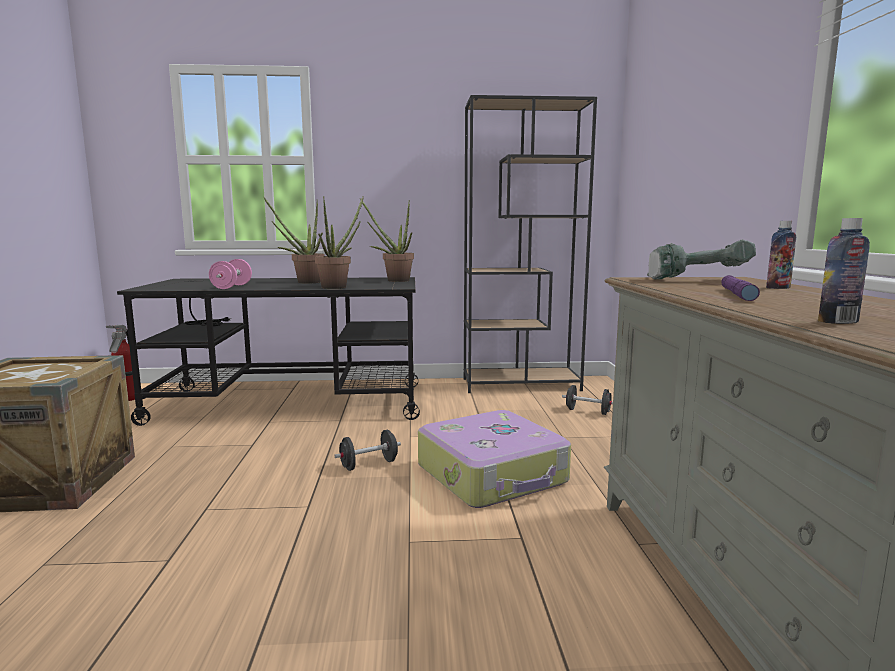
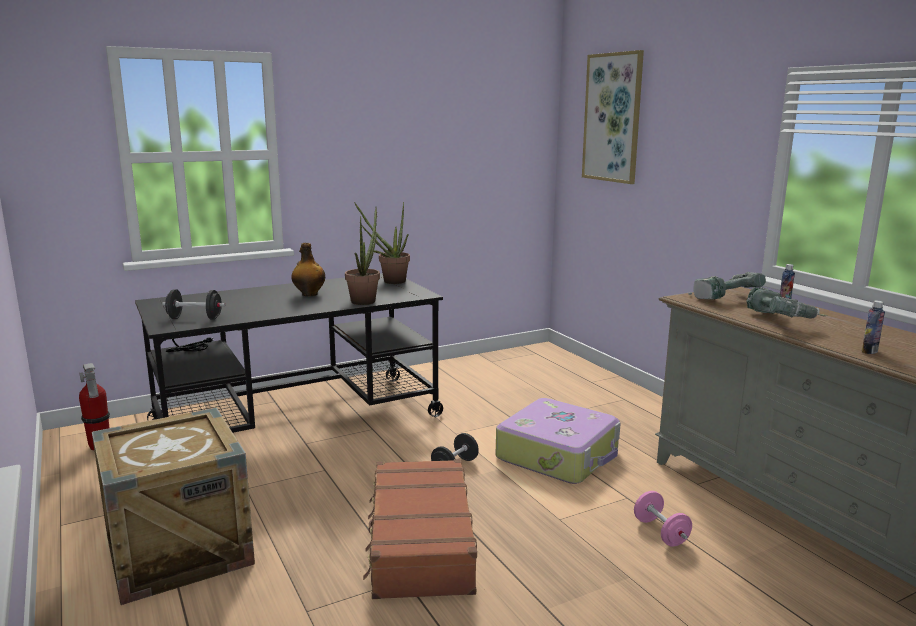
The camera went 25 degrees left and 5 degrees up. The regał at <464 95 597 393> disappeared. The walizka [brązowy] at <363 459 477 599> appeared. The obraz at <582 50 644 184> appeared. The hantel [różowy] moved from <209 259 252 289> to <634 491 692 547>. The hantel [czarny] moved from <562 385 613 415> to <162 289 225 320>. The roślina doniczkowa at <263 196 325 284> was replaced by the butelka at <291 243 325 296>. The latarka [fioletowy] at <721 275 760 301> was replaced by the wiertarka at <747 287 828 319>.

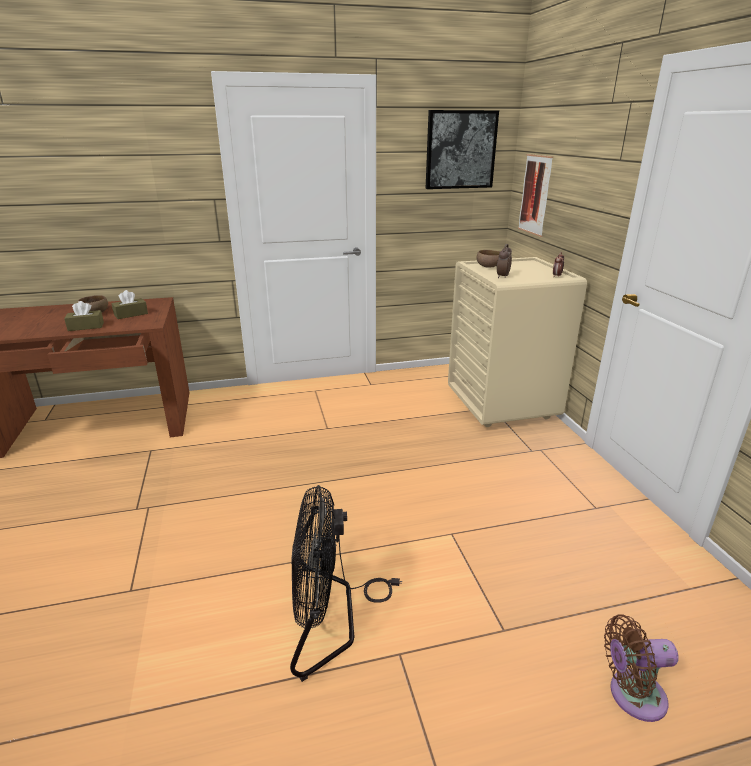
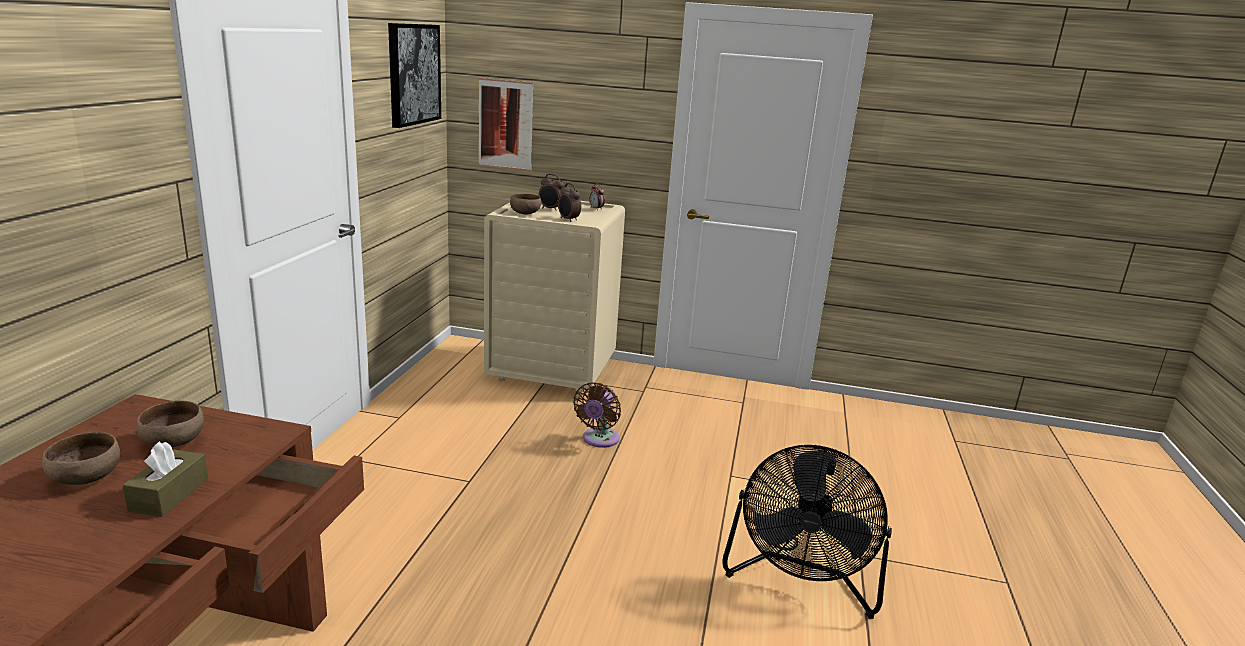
The camera went 65 degrees left and 5 degrees down. The budzik at <539 174 564 211> appeared. The wentylator [brązowy] moved from <604 614 679 722> to <573 382 621 448>. The pudełko chusteczek [brązowy] at <111 290 148 319> was replaced by the miska [brązowy] at <136 401 204 447>.

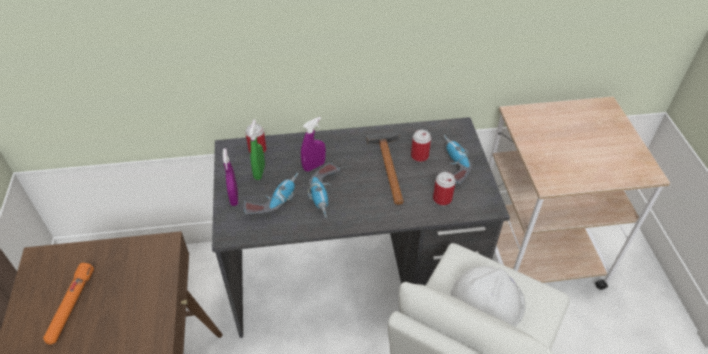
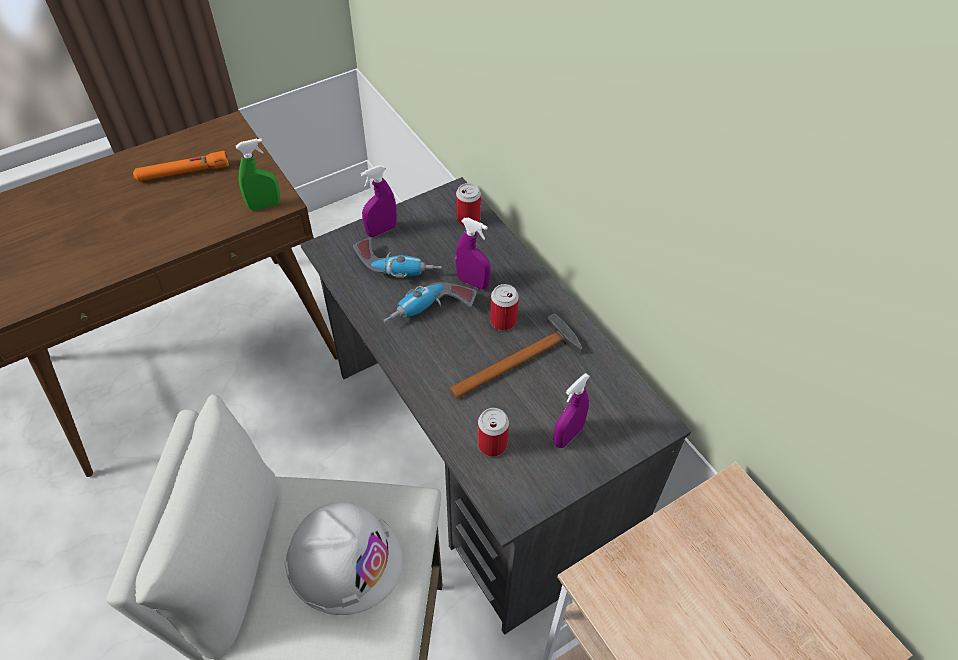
The camera went 65 degrees right and 5 degrees up. The spryskiwacz [zielony] moved from <249 120 265 180> to <236 138 280 211>. The puszka moved from <411 130 431 162> to <490 284 519 330>. The wiertarka at <443 135 472 185> was replaced by the spryskiwacz [fioletowy] at <553 373 590 448>.

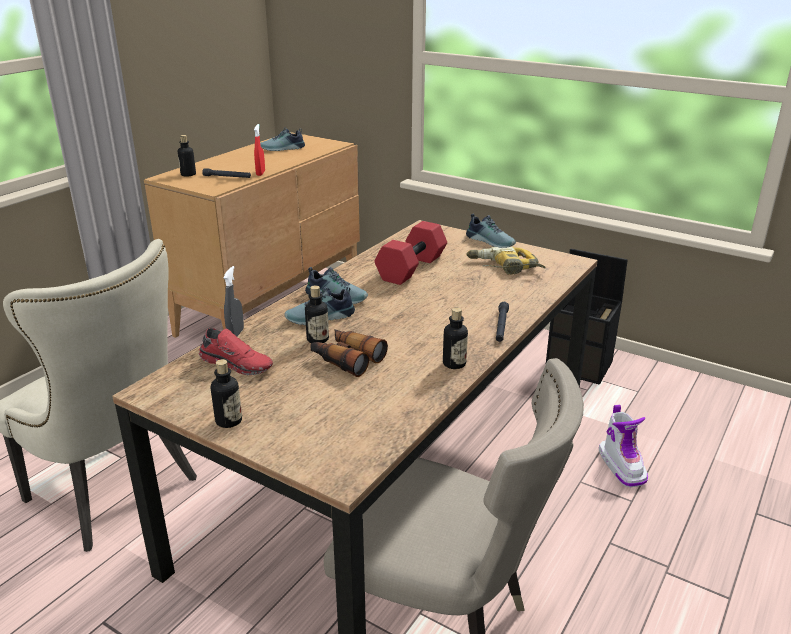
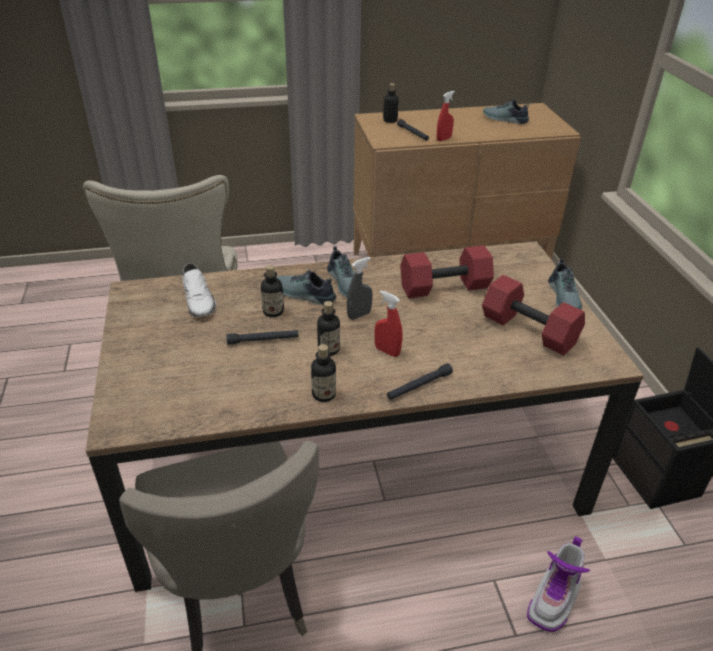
The camera went 45 degrees right and 10 degrees up. The spryskiwacz [czerwony] at <374 290 403 357> appeared. The butelka moved from <211 359 242 428> to <317 301 340 356>. The spryskiwacz [szary] moved from <223 266 244 337> to <347 257 373 320>. The lornetka at <310 329 388 377> was replaced by the latarka [czarny] at <226 330 298 345>. The wiertarka at <466 247 546 274> was replaced by the hantel [czerwony] at <482 275 585 355>. The but [czerwony] at <199 328 273 375> became the but [biały] at <182 263 217 317>.

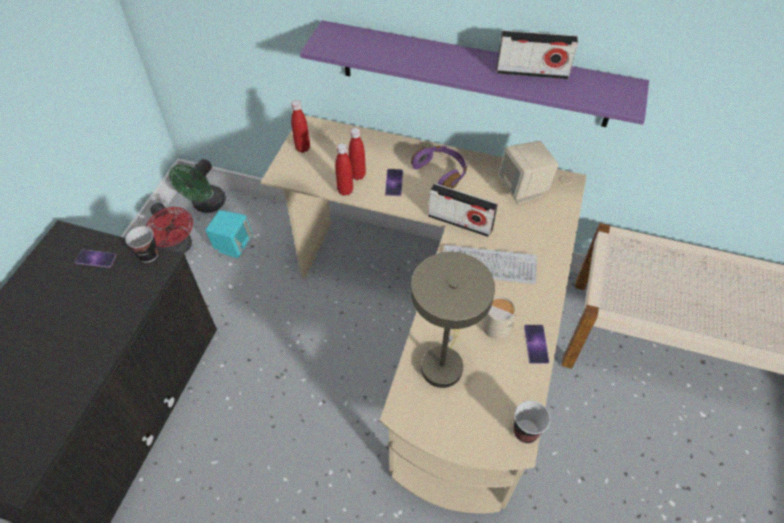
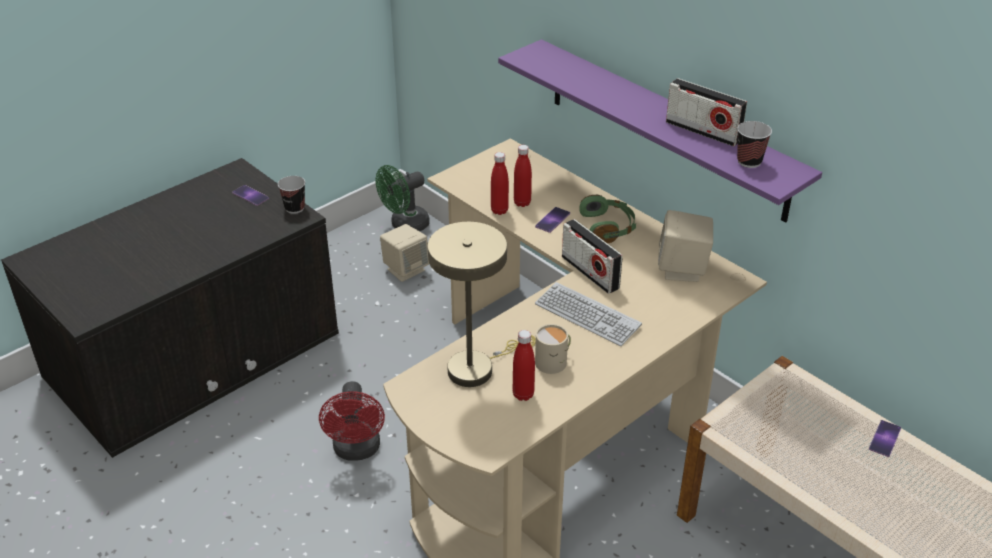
The camera went 30 degrees right and 15 degrees down. The wentylator [czerwony] moved from <146 203 193 253> to <319 381 385 461>. The butelka [czerwony] moved from <291 100 310 153> to <513 330 535 401>. The filiżanka moved from <514 401 550 443> to <737 121 772 168>. The telefon moved from <524 325 549 364> to <869 420 901 457>. The głośnik [turkusowy] at <205 210 253 258> became the głośnik [beżowy] at <380 224 429 282>. The słuchawki [fioletowy] at <411 146 468 189> became the słuchawki [zielony] at <579 195 636 244>.

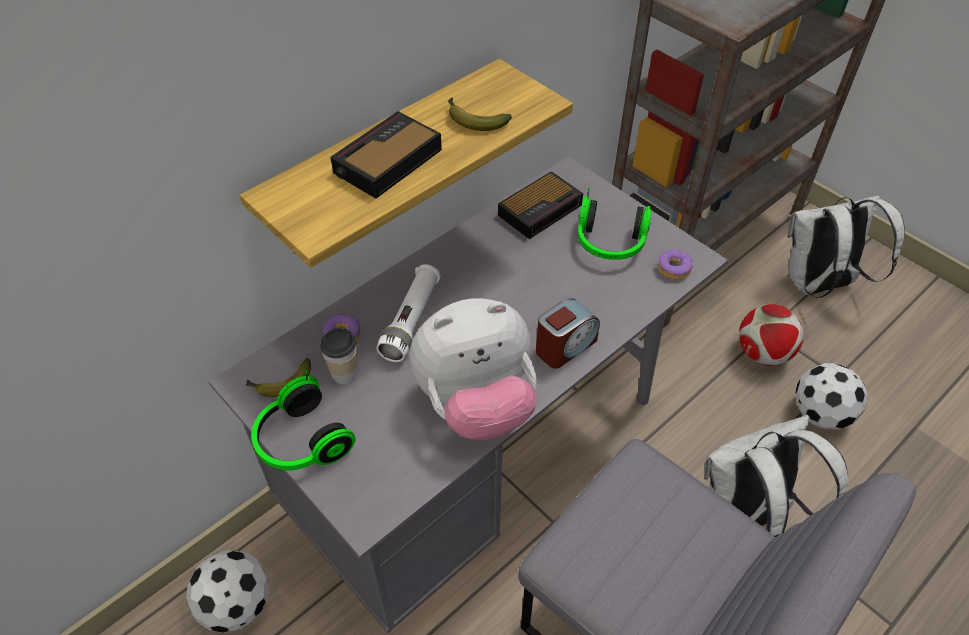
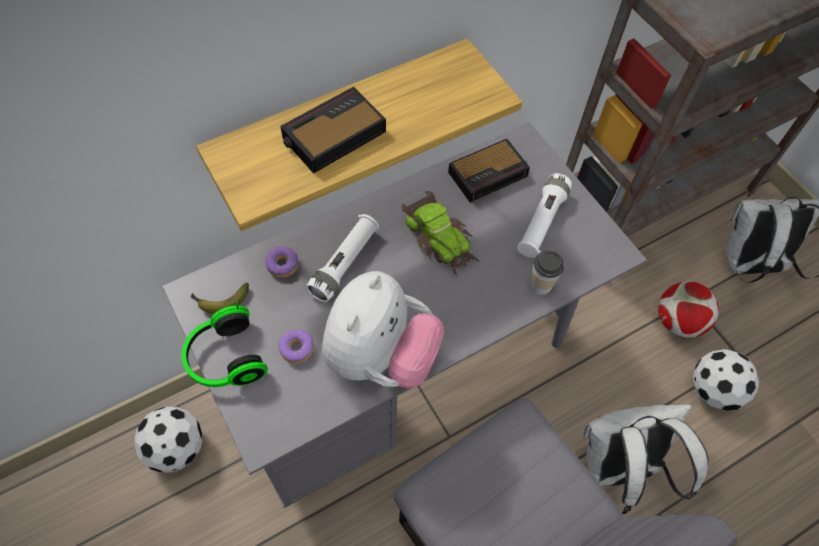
The camera went 10 degrees right and 10 degrees up. The banan at <448 98 512 131> disappeared. The budzik at <536 298 600 369> disappeared. The samochodzik at <401 191 481 276> appeared. The filiżanka moved from <320 328 357 384> to <530 250 564 295>. The donut moved from <658 249 693 279> to <279 329 314 364>. The słuchawki at <578 188 651 260> was replaced by the latarka [biały] at <517 173 572 258>. The pluszak at <409 298 537 440> turned 60 degrees counterclockwise.

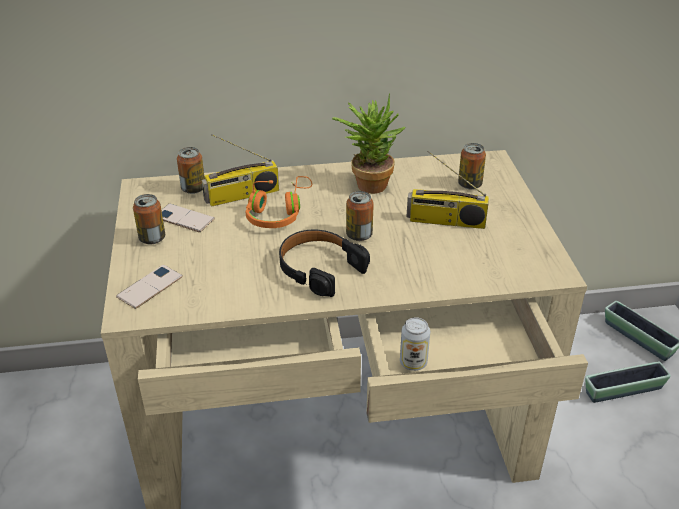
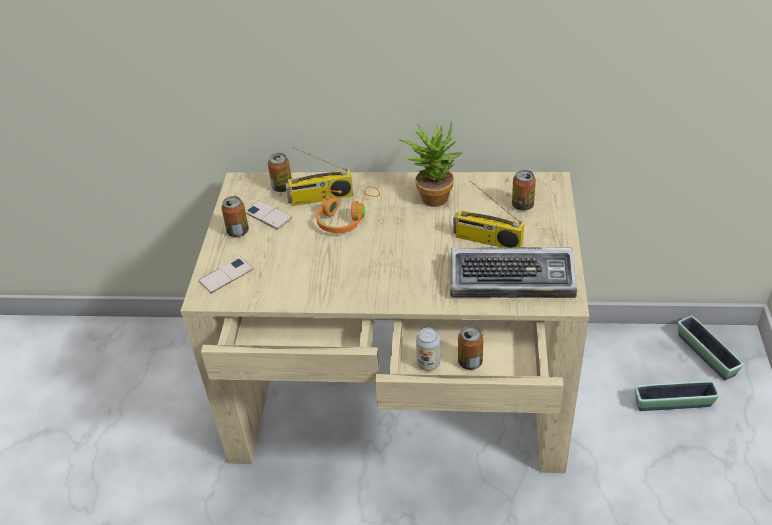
The camera went 15 degrees right and 5 degrees up. The słuchawki [czarny] at <279 229 370 297> disappeared. The klawiatura at <450 247 577 298> appeared. The puszka moved from <346 191 374 241> to <458 326 484 370>.

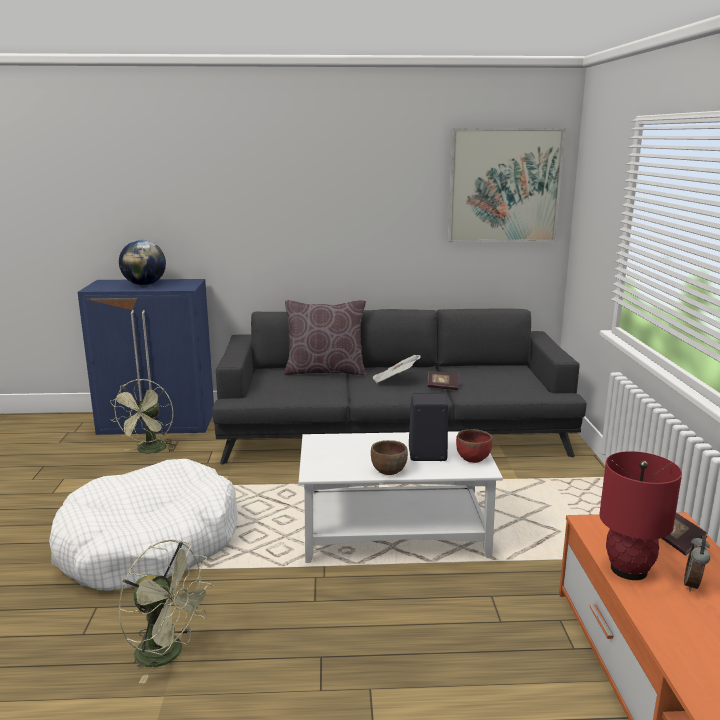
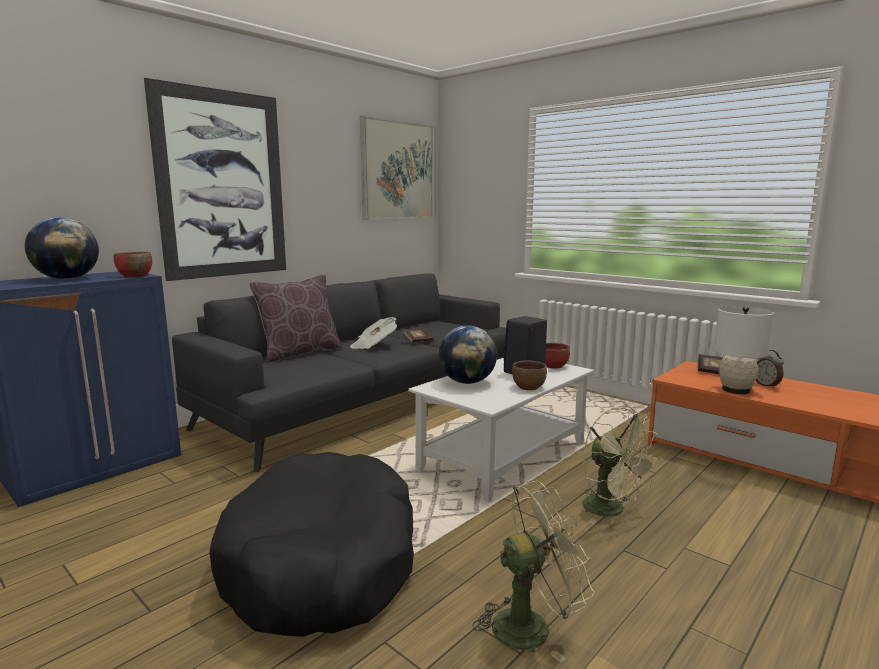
The camera went 45 degrees left and 5 degrees down. The miska [czerwony] at <114 252 152 277> appeared. The obraz at <144 78 286 281> appeared. The globus at <439 325 497 384> appeared. The wentylator [zielony] moved from <110 379 177 454> to <582 407 660 524>. The legowisko [biały] at <49 459 239 591> became the legowisko [czarny] at <209 452 414 637>. The lampa stołowa [czerwony] at <599 451 682 580> became the lampa stołowa [biały] at <714 306 774 394>.

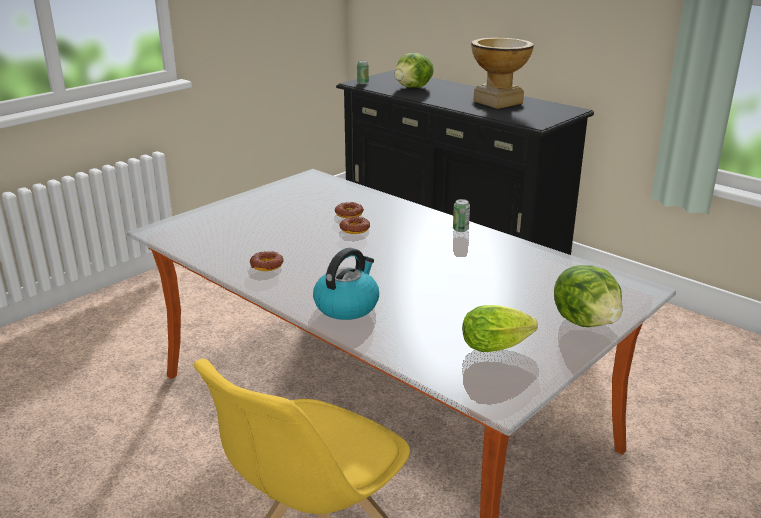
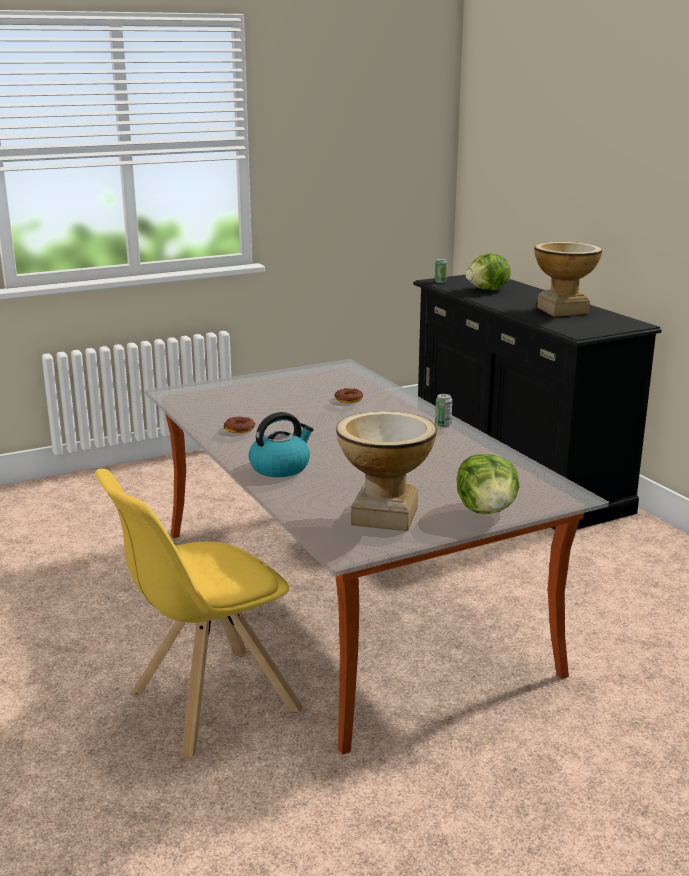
The camera went 20 degrees right and 5 degrees down. The donut at <340 217 370 234> disappeared. The sałata at <462 305 538 352> was replaced by the wazon at <336 411 437 531>.

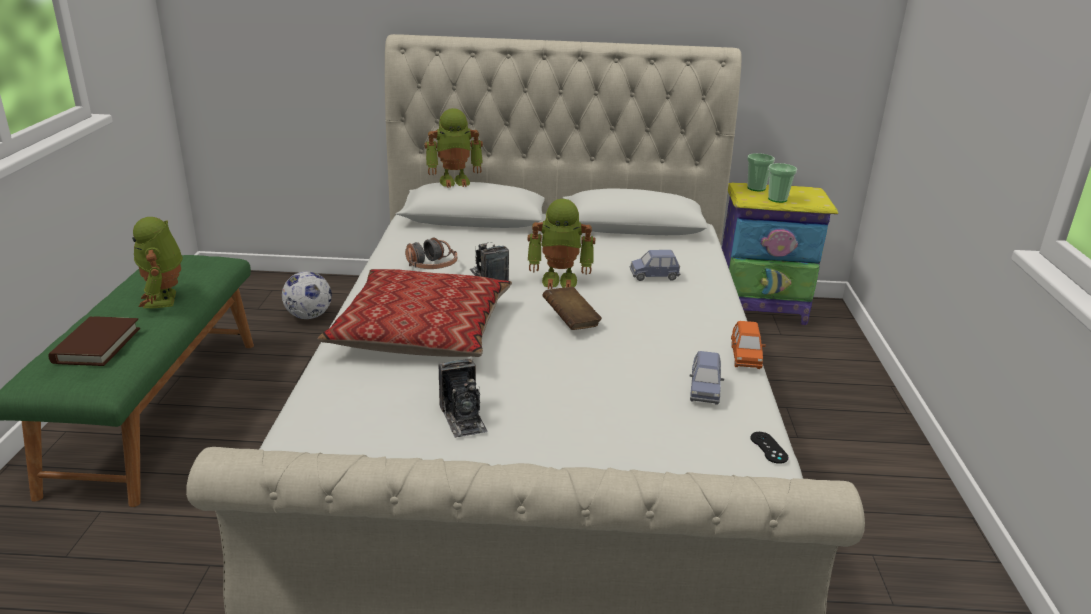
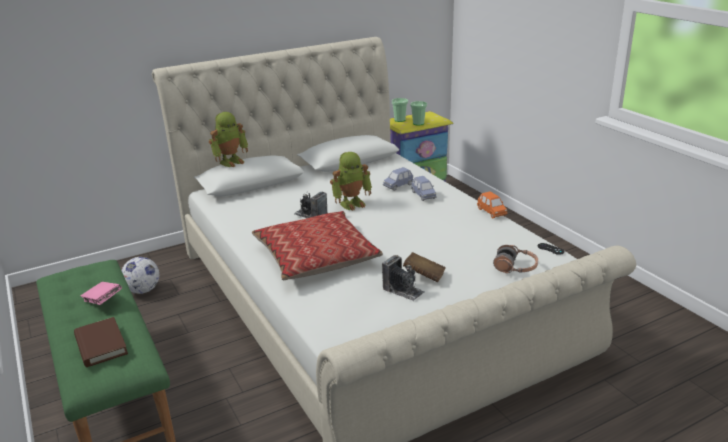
The camera went 30 degrees left and 0 degrees up. The słuchawki moved from <405 238 457 269> to <493 245 538 274>. The książka [brązowy] moved from <542 287 602 330> to <403 252 446 282>. The samochodzik [niebieski] moved from <690 351 724 405> to <411 176 437 201>. The robot zabawkowy at <132 217 183 308> was replaced by the książka [różowy] at <81 282 122 305>.

